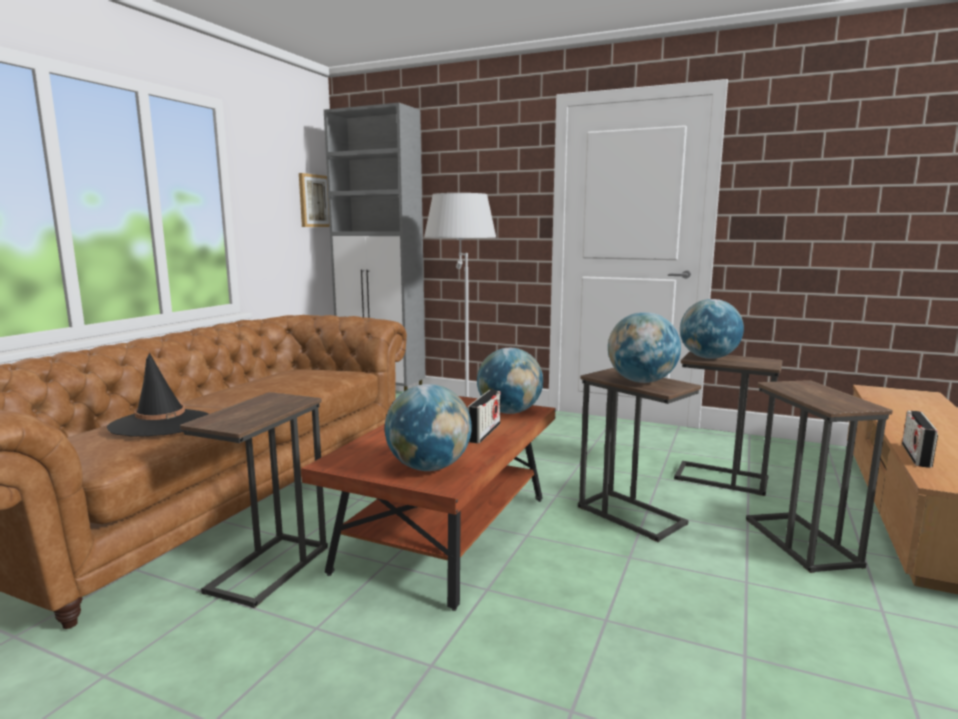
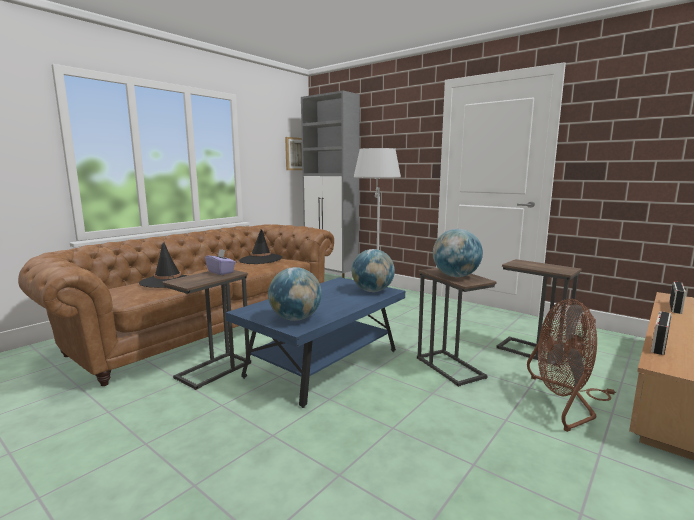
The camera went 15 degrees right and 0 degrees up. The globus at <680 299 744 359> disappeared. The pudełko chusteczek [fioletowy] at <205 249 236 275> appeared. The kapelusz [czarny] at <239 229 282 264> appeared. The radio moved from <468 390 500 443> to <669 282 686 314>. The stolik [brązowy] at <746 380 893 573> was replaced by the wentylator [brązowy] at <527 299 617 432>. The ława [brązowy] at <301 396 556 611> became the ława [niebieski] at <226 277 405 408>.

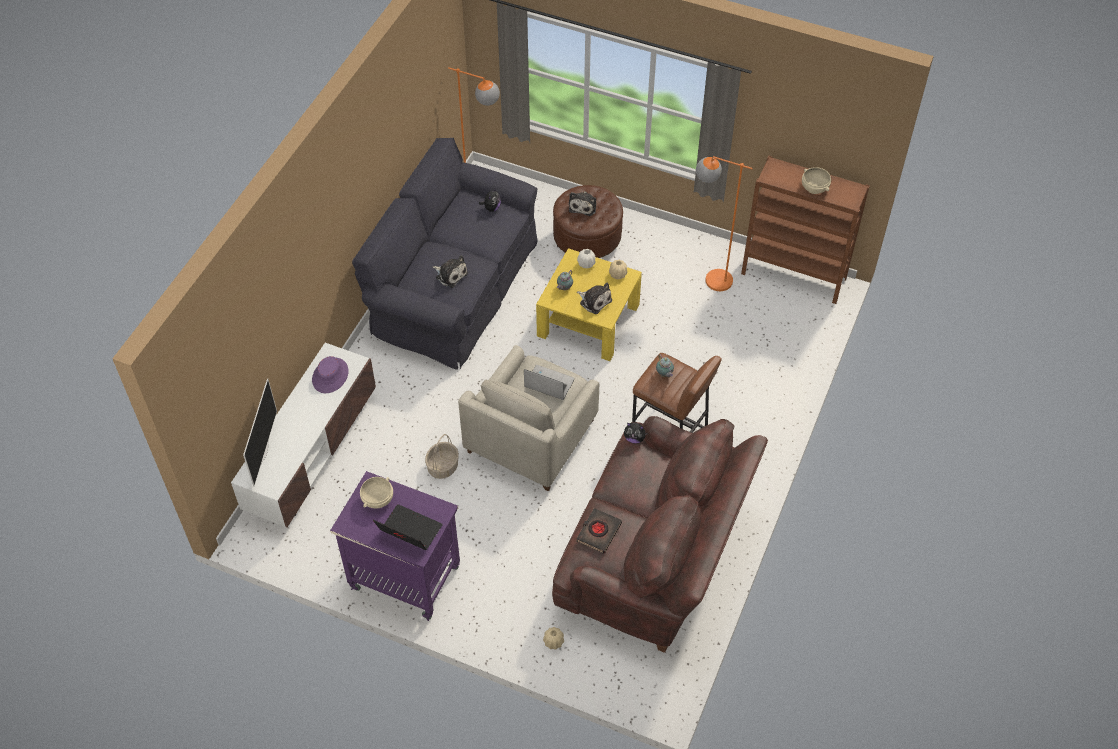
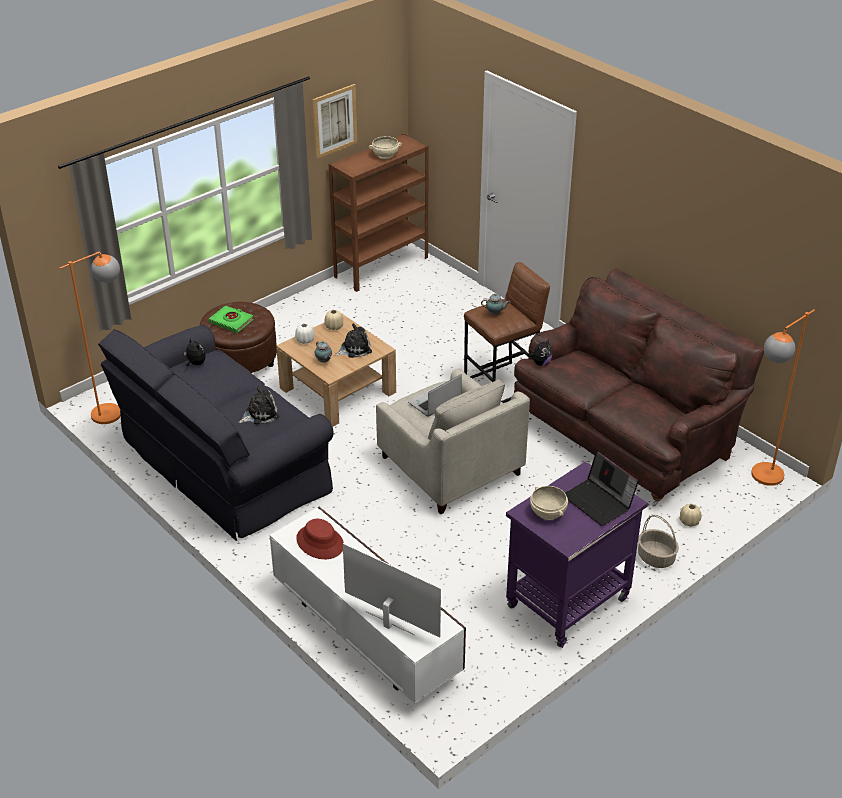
The camera went 65 degrees left and 15 degrees down. The książka [czarny] at <577 508 622 554> disappeared. The obraz at <313 84 357 159> appeared. The koszyk moved from <425 434 459 479> to <638 515 679 568>. The lampa stojąca [pomarańczowy] moved from <696 156 753 291> to <751 309 815 486>. The pluszak at <569 191 596 216> was replaced by the książka [zielony] at <209 305 254 333>. The kapelusz [fioletowy] at <312 356 348 393> became the kapelusz [czerwony] at <296 519 344 559>. The ława [żółty] at <536 248 642 361> became the ława [brązowy] at <276 314 396 427>. The laptop at <373 504 443 550> turned 90 degrees counterclockwise.

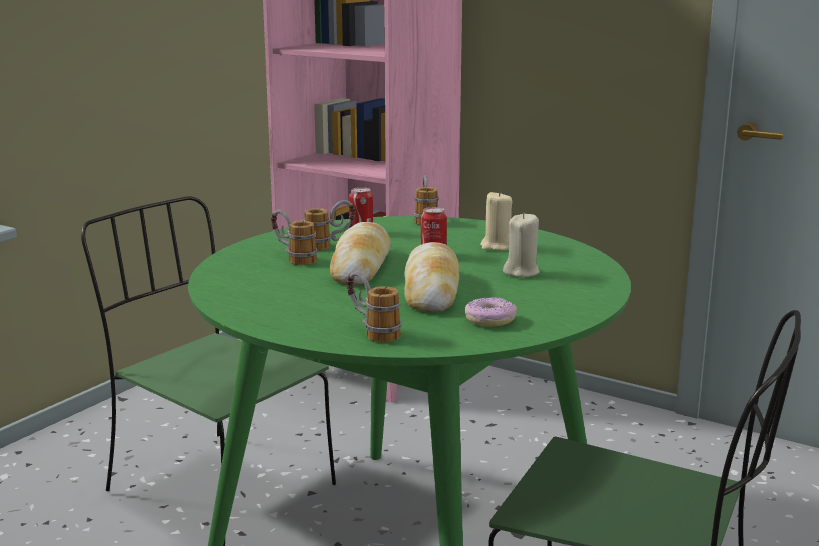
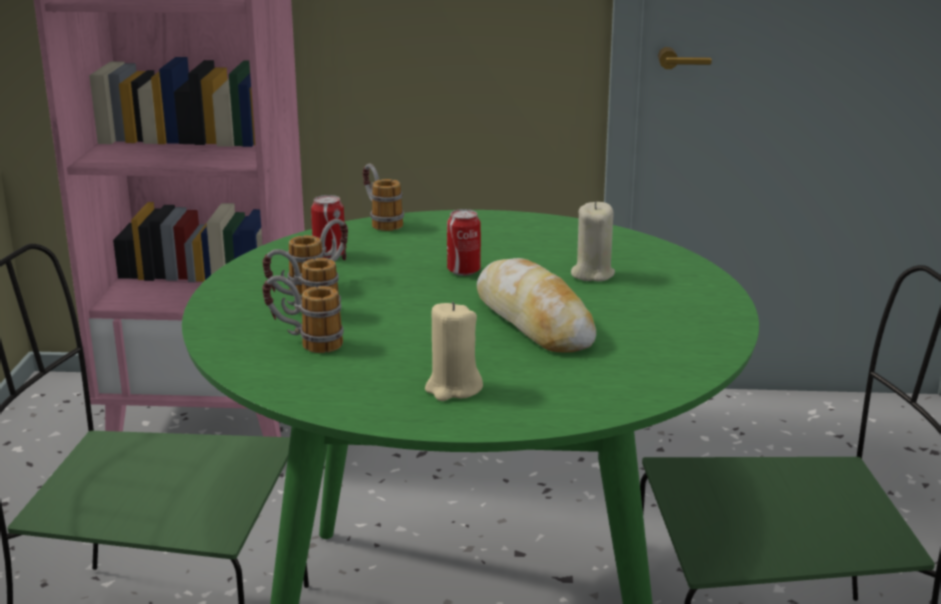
The camera went 30 degrees left and 5 degrees up. The chleb at <330 222 391 285> disappeared. The donut at <465 297 517 327> disappeared. The kubek moved from <346 272 402 343> to <262 276 344 353>. The świeca [beżowy] moved from <480 191 512 251> to <425 302 483 401>.

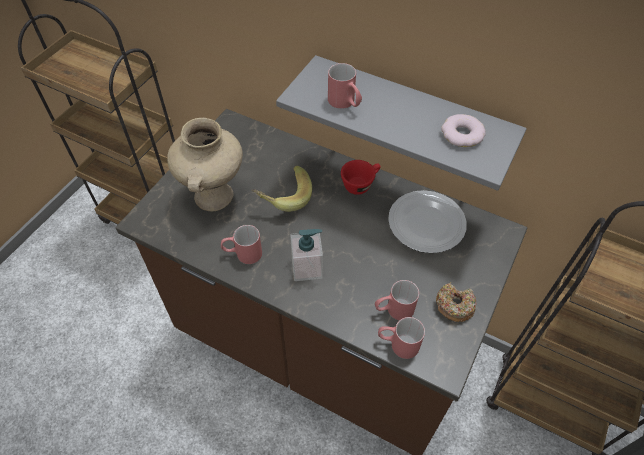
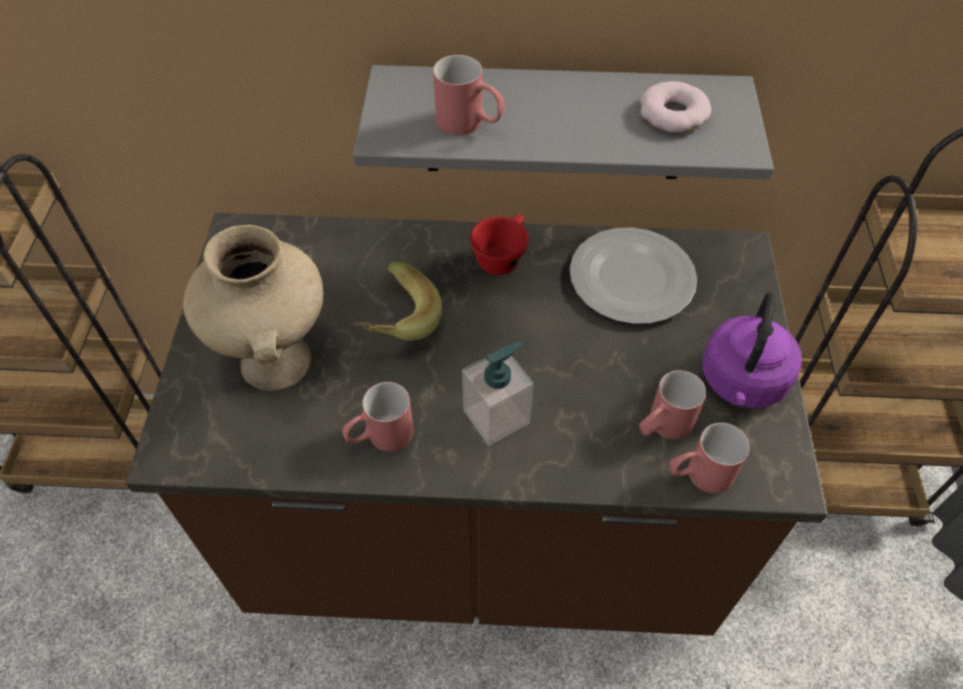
The camera went 25 degrees left and 0 degrees up. The donut at <436 282 477 322> was replaced by the czajnik [fioletowy] at <702 292 802 408>.

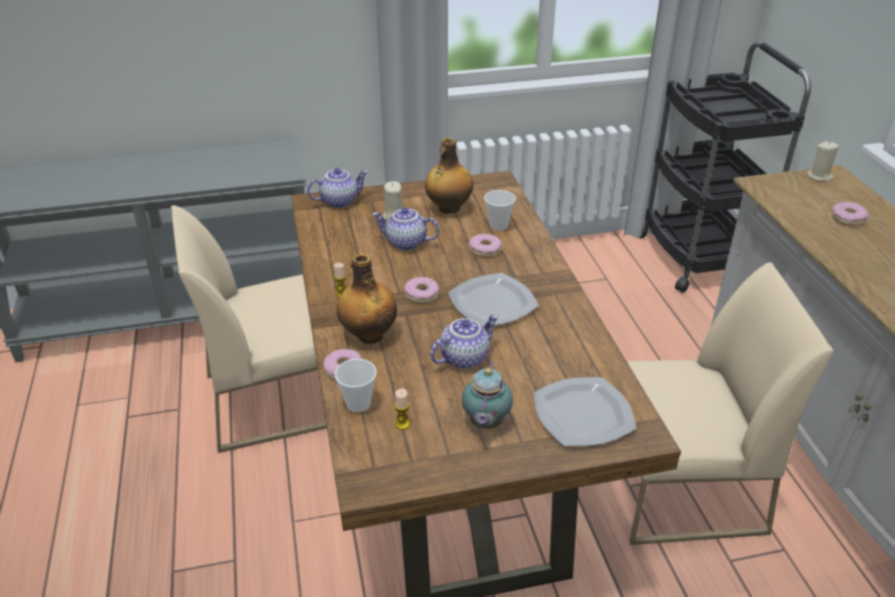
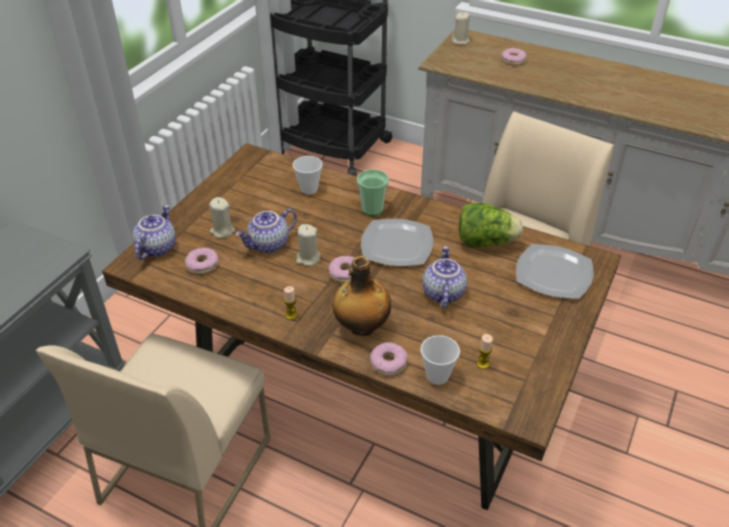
The camera went 50 degrees left and 5 degrees up. The butelka at <425 137 473 214> disappeared. The imbryk at <462 361 513 429> disappeared. The świeca [beżowy] at <296 224 321 266> appeared. The filiżanka at <357 169 389 216> appeared. The sałata at <459 203 523 248> appeared. The donut moved from <469 234 502 257> to <185 248 219 274>.

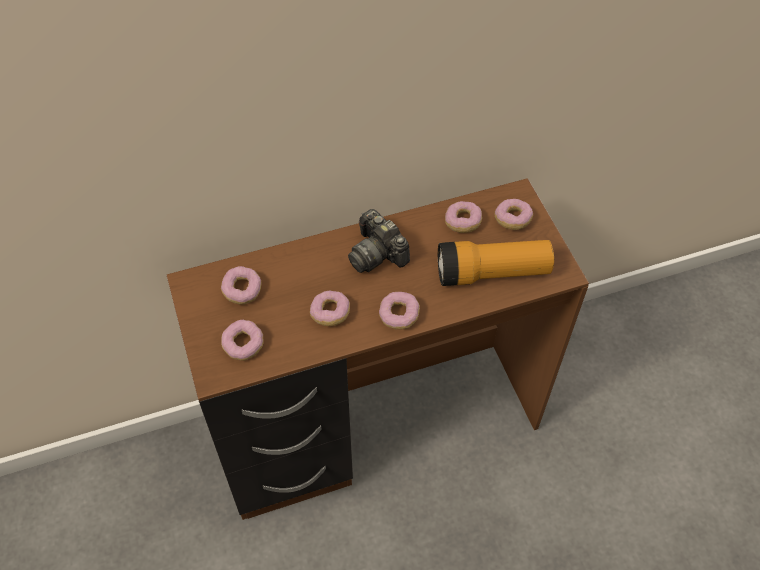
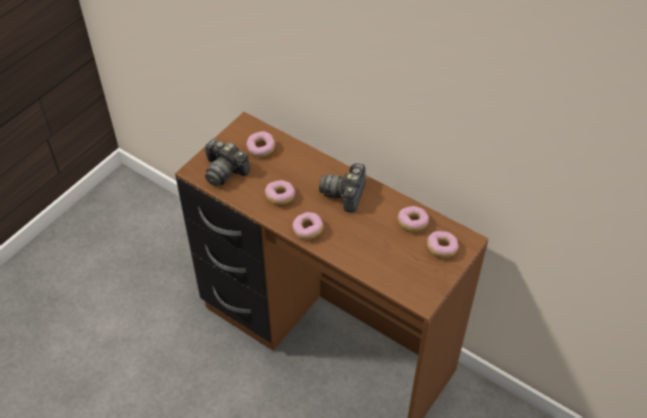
The camera went 55 degrees right and 5 degrees down. The latarka at <438 240 554 286> disappeared. The donut at <221 320 264 361> was replaced by the aparat fotograficzny at <205 139 250 186>.

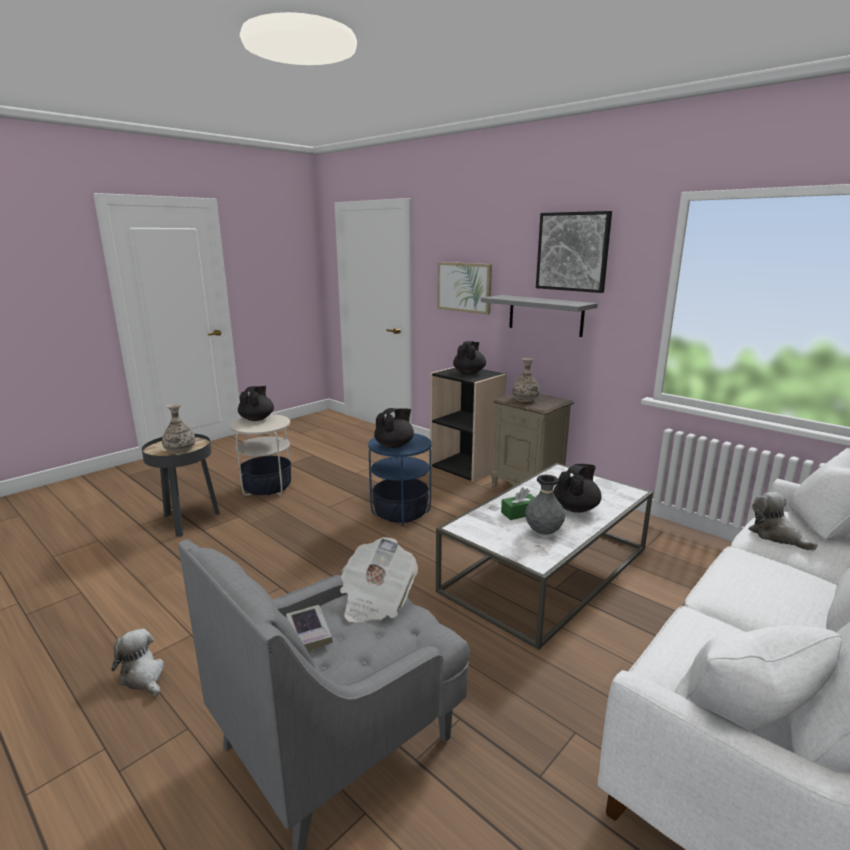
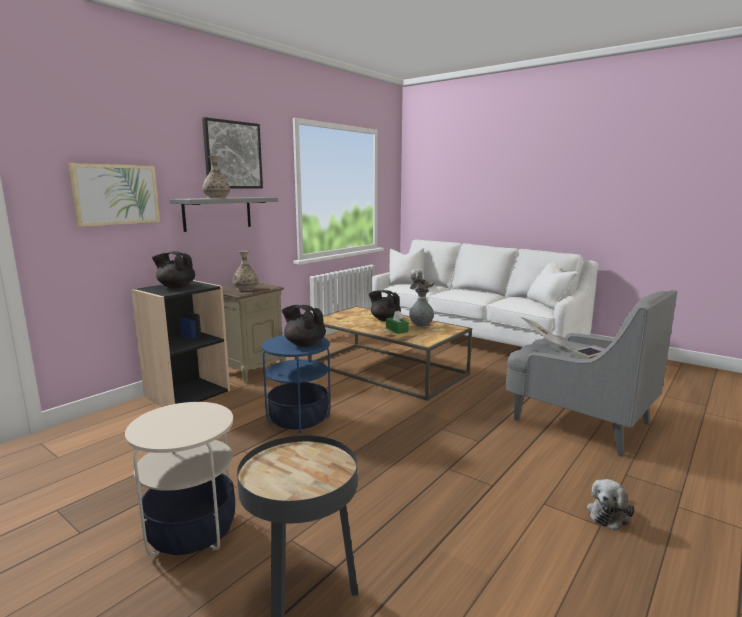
The camera went 95 degrees left and 5 degrees down. The imbryk [czarny] at <238 386 274 421> disappeared. The wazon moved from <162 404 196 454> to <202 156 230 198>. The ława [biały] at <436 463 653 650> became the ława [brązowy] at <308 306 472 401>.

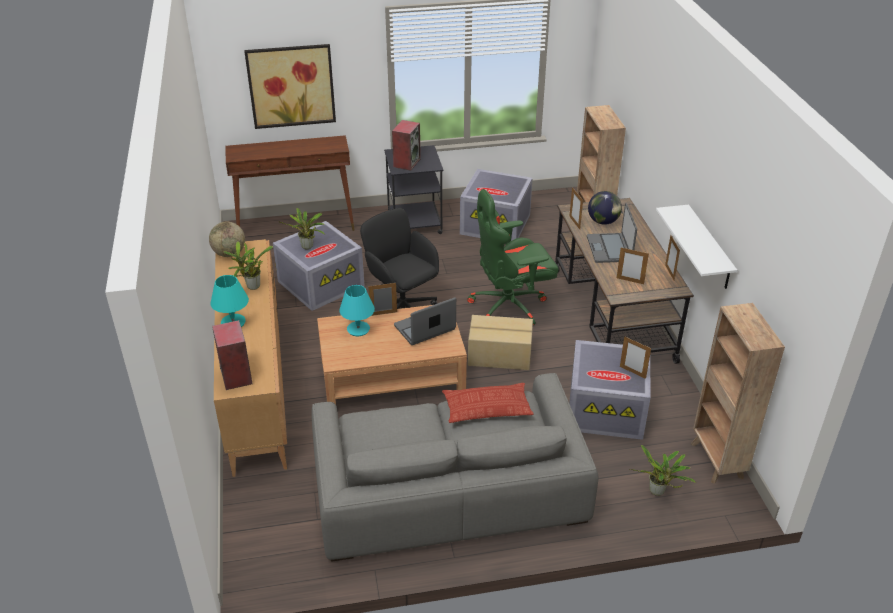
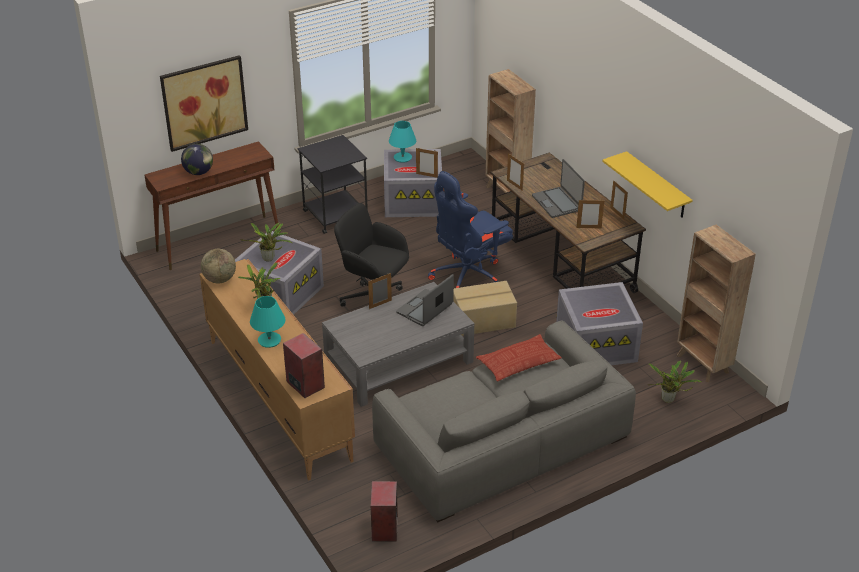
The camera went 20 degrees left and 0 degrees up. The lampa stołowa [turkusowy] moved from <339 285 375 336> to <389 121 416 163>. The głośnik moved from <392 120 421 171> to <371 481 398 542>. The globus moved from <588 191 622 225> to <181 144 213 175>. The ramka na zdjęcie moved from <620 336 651 379> to <416 148 438 178>. The ława [brązowy] at <317 305 467 404> became the ława [szary] at <322 282 475 407>. The krzesło biurowe [zielony] at <467 189 559 325> became the krzesło biurowe [niebieski] at <428 171 513 288>. The półka [biały] at <656 205 737 289> became the półka [żółty] at <602 151 693 218>.

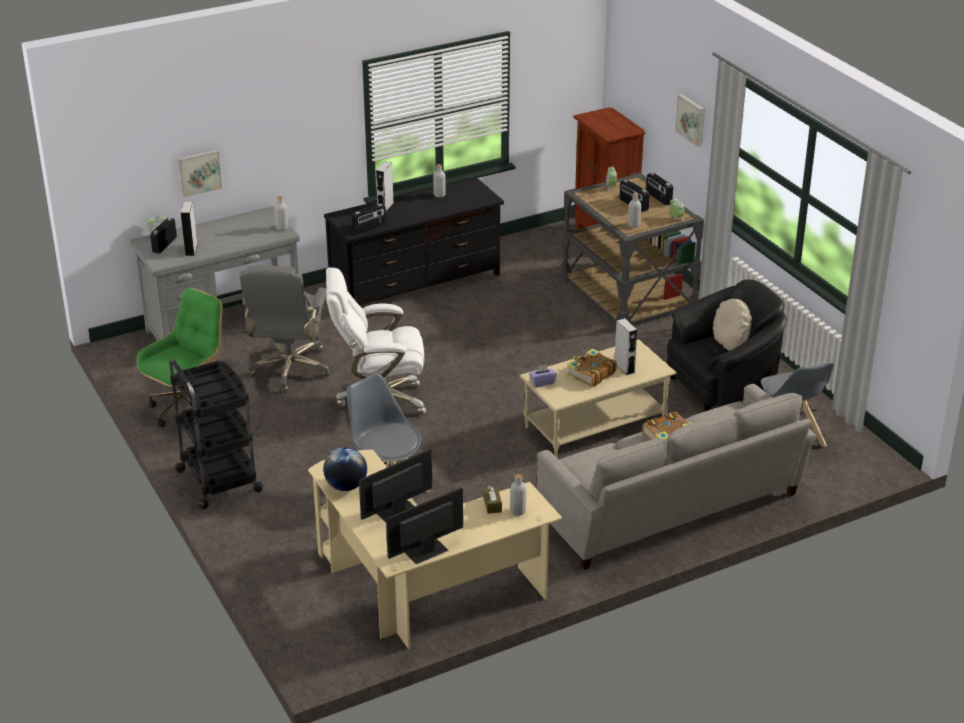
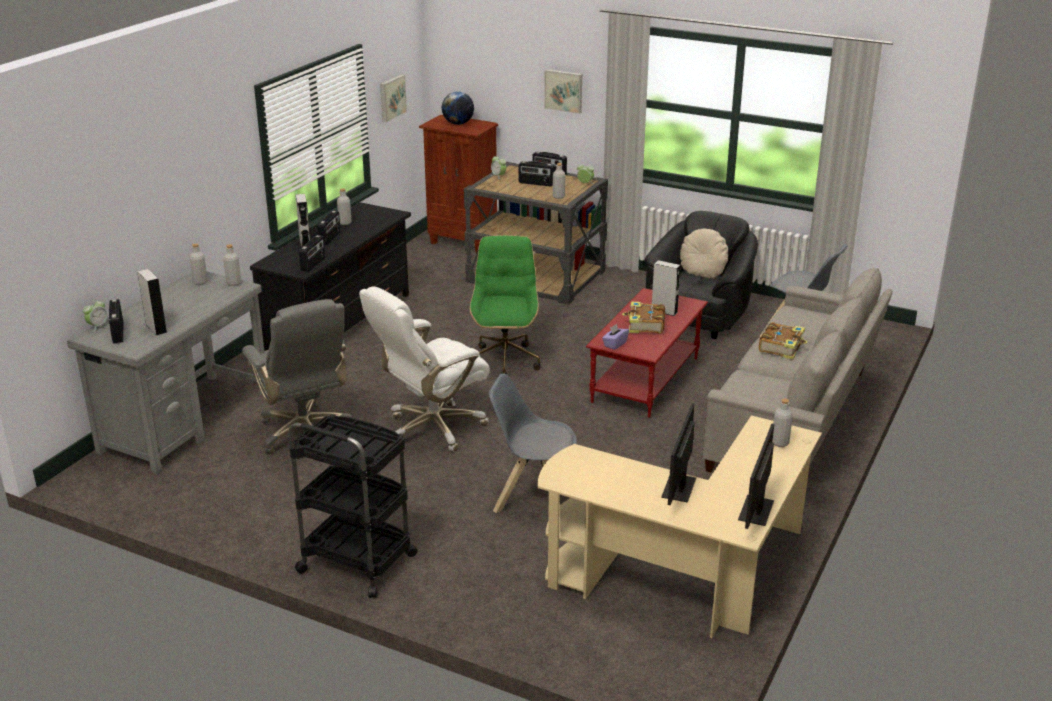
The camera went 35 degrees left and 5 degrees down. The pudełko chusteczek [brązowy] at <483 486 502 514> disappeared. The butelka [szary] at <190 243 208 285> appeared. The radio at <317 211 340 246> appeared. The krzesło biurowe [zielony] moved from <137 288 223 427> to <470 235 540 375>. The obraz moved from <177 150 222 198> to <380 74 407 122>. The globus moved from <323 447 367 491> to <442 91 474 125>. The ława [beżowy] at <519 339 677 457> became the ława [czerwony] at <586 288 708 418>.

